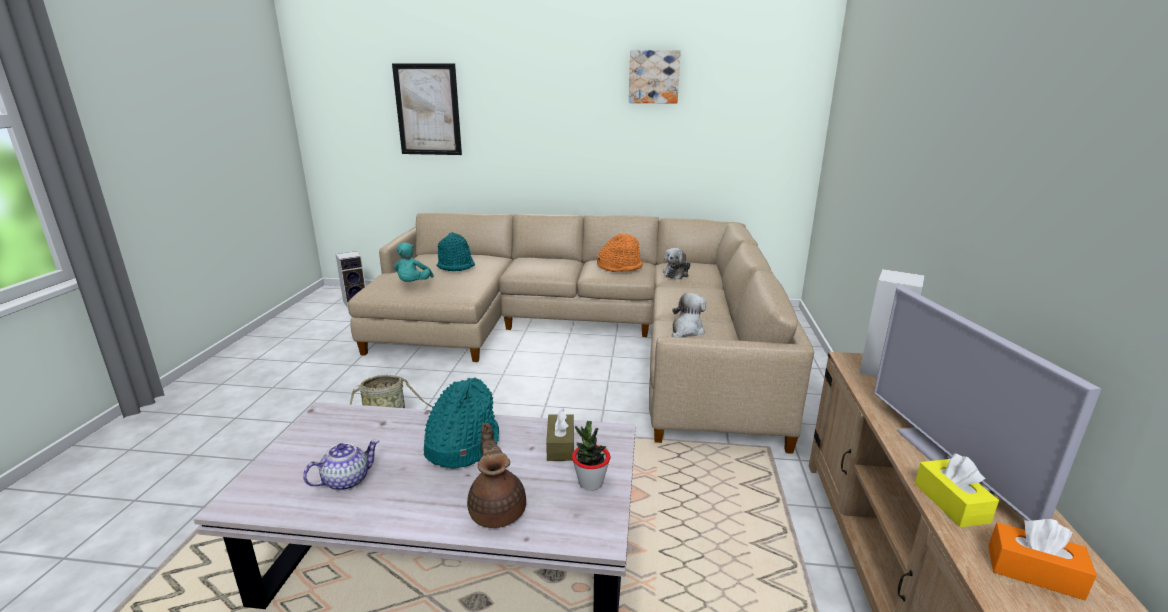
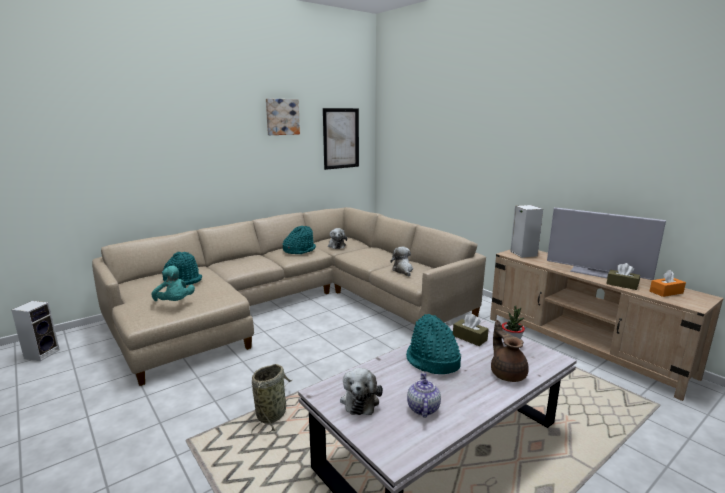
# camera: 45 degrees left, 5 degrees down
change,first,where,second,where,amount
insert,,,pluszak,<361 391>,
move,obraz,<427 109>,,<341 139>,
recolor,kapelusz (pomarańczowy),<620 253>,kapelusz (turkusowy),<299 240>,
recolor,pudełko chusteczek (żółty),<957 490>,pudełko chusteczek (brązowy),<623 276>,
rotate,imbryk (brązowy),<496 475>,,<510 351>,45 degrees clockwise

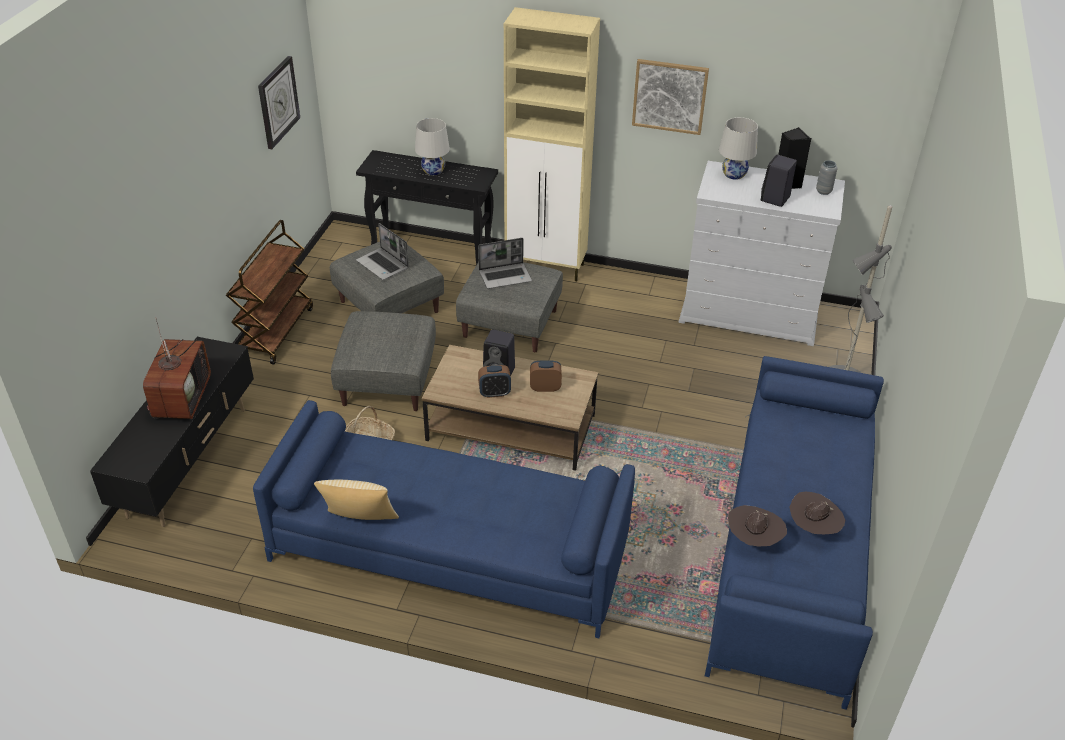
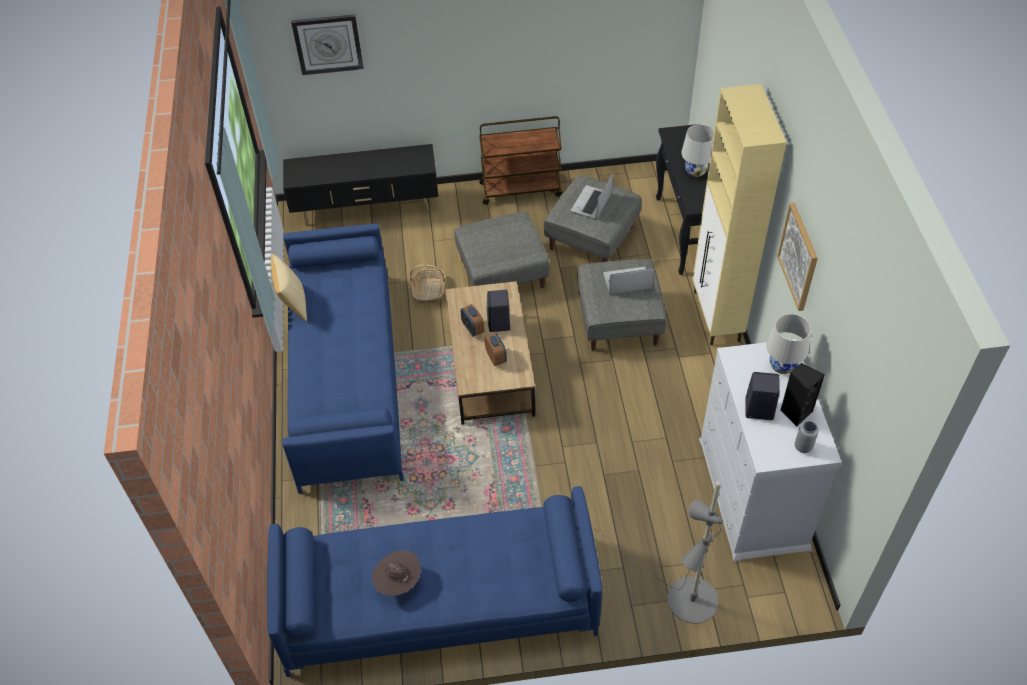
# camera: 70 degrees right, 10 degrees up
change,first,where,second,where,amount
delete,telewizor,<177 368>,,,
delete,kapelusz (brązowy),<757 526>,,,
move,zegar ścienny,<279 102>,,<327 44>,
rotate,laptop,<505 263>,,<628 281>,120 degrees clockwise

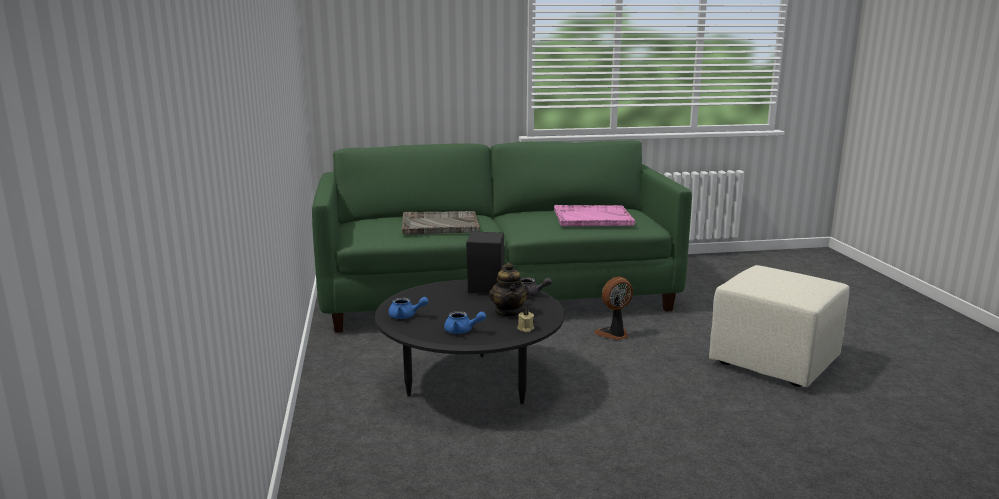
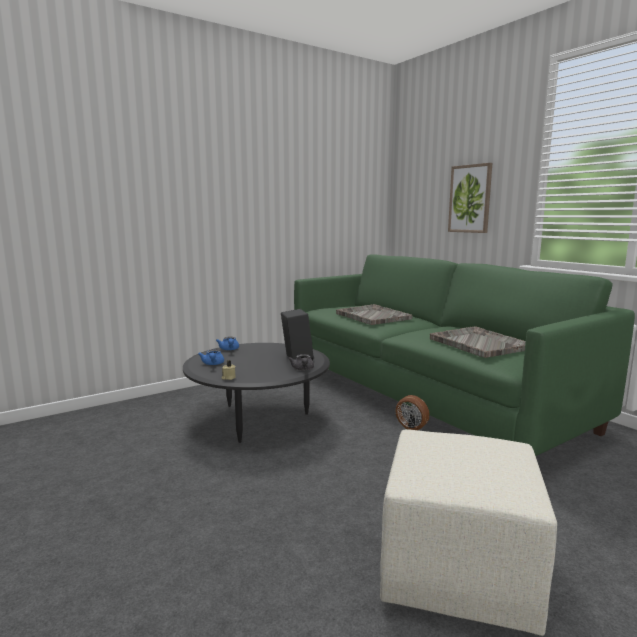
# camera: 65 degrees right, 5 degrees down
change,first,where,second,where,amount
delete,imbryk,<509 289>,,,
insert,,,obraz,<470 198>,
recolor,taca (różowy),<594 215>,taca (szary),<478 342>,

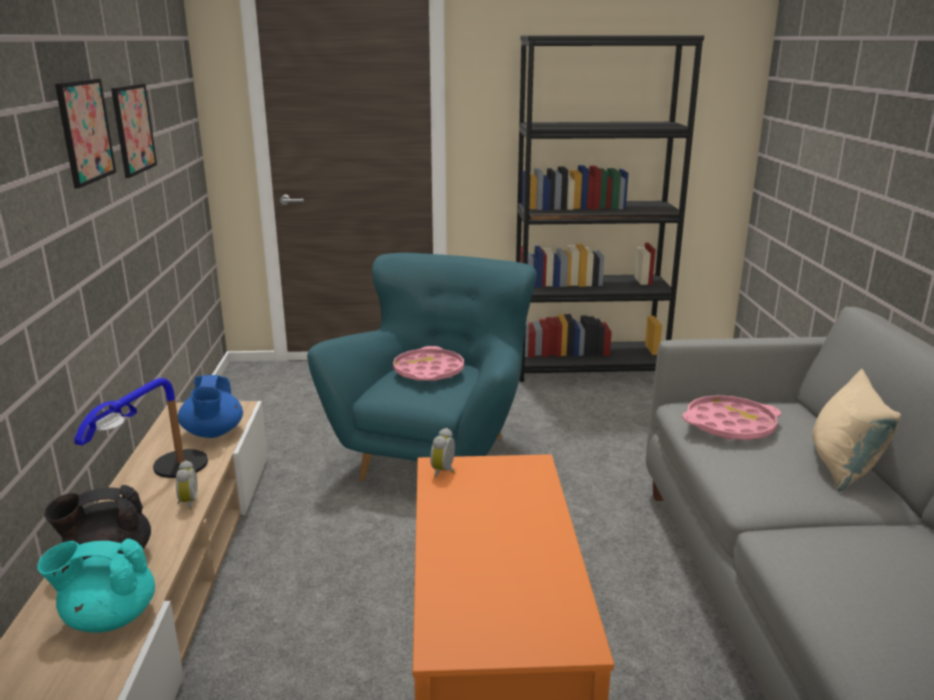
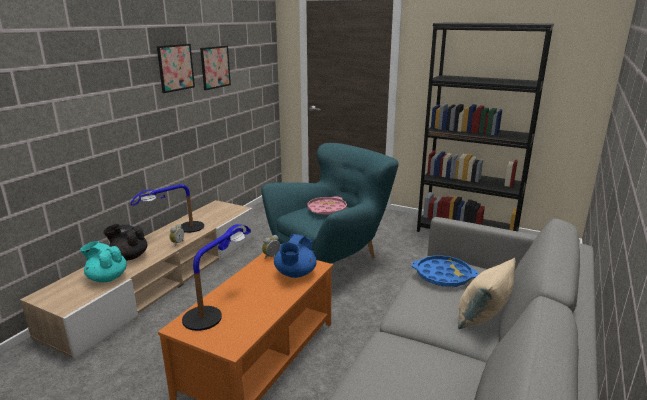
# camera: 30 degrees right, 0 degrees up
change,first,where,second,where,amount
insert,,,lampa stołowa,<216 277>,
move,imbryk (niebieski),<210 406>,,<295 256>,
recolor,taca (różowy),<731 417>,taca (niebieski),<445 271>,

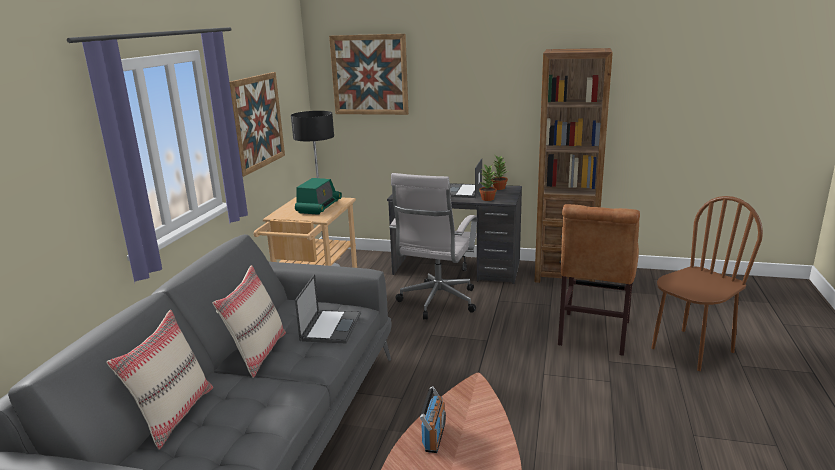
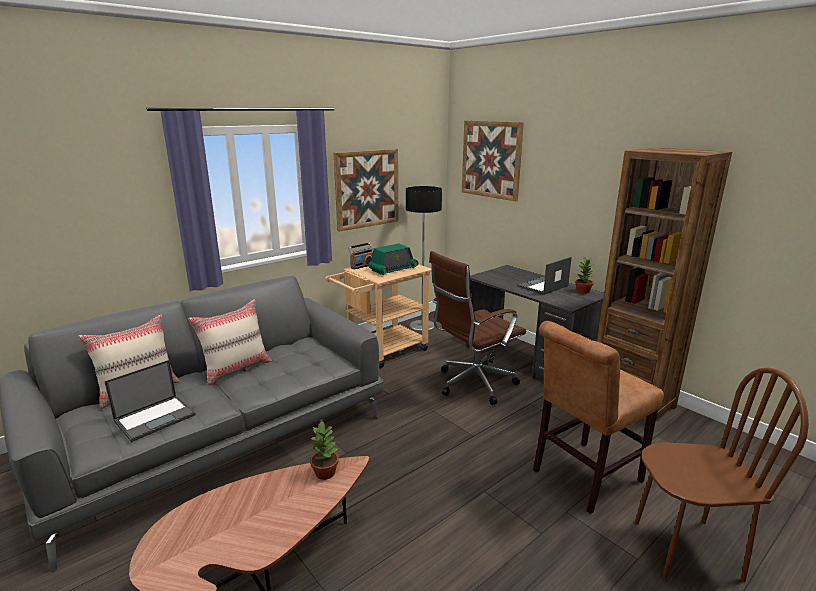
# camera: 35 degrees right, 0 degrees up
change,first,where,second,where,amount
move,laptop,<328 308>,,<150 401>,
move,radio,<433 419>,,<360 256>,
move,roślina doniczkowa,<488 182>,,<324 450>,
recolor,krzesło biurowe (biały),<433 246>,krzesło biurowe (brązowy),<477 328>,

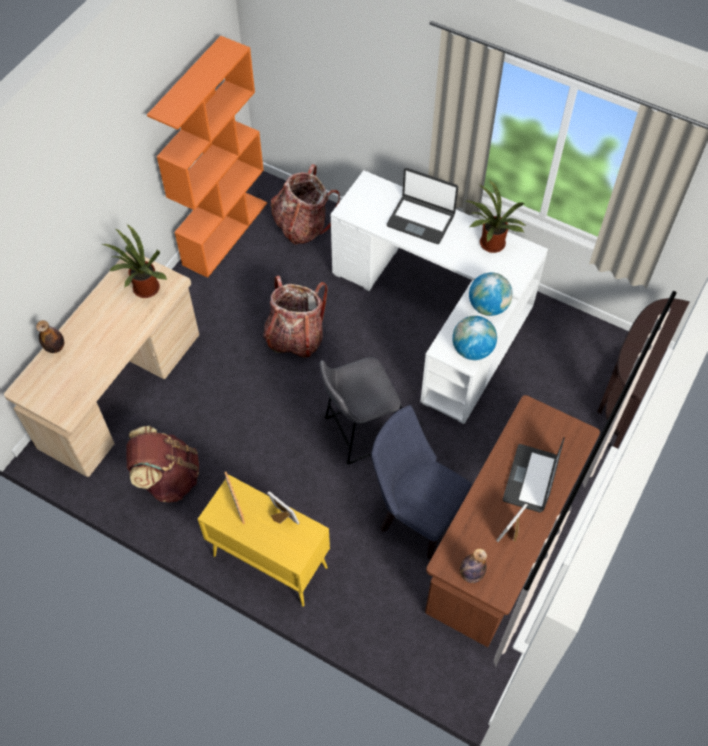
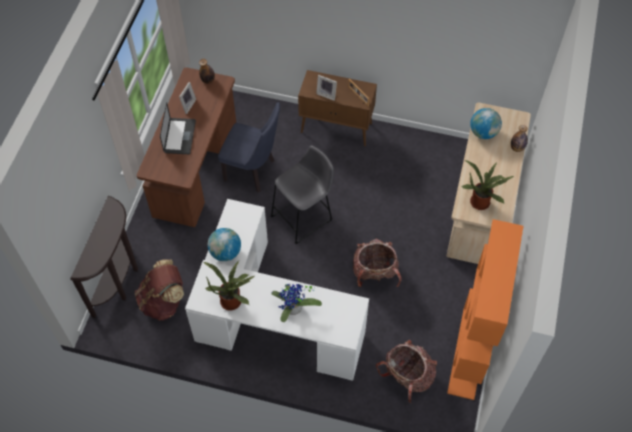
# camera: 165 degrees right, 0 degrees up
change,first,where,second,where,amount
move,plecak (brązowy),<163 464>,,<159 290>,
move,globus,<474 338>,,<486 123>,
replace,laptop,<422 206>,roślina doniczkowa,<296 303>,
recolor,szafka (żółty),<264 541>,szafka (brązowy),<337 108>,

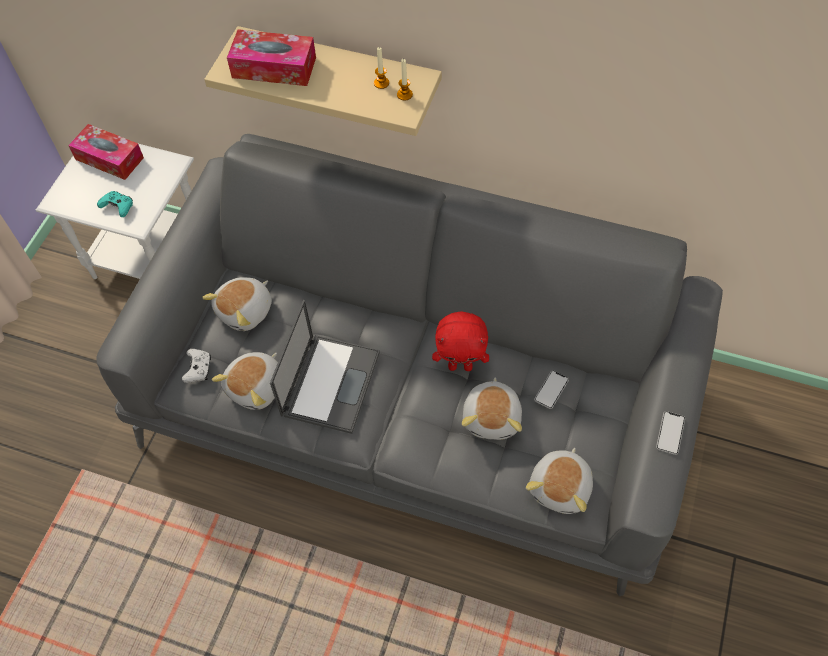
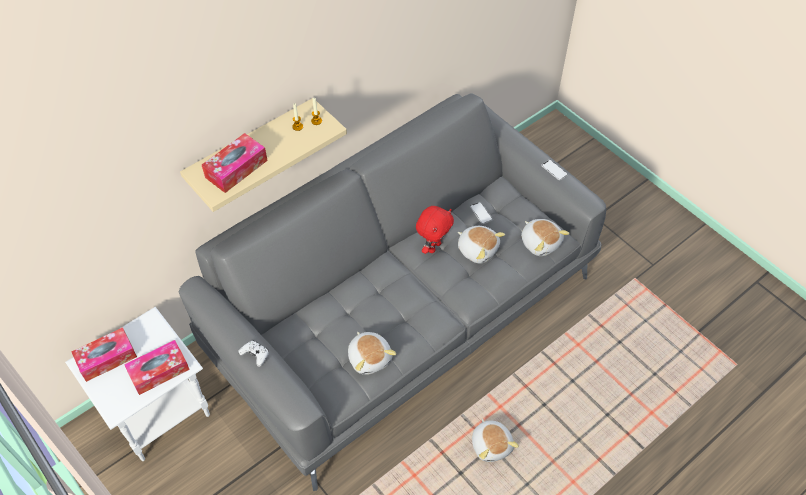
# camera: 60 degrees left, 5 degrees down
change,first,where,second,where,amount
delete,laptop,<325 367>,,,
move,pad do gier (biały),<196 366>,,<253 354>,
move,pluszak,<237 304>,,<495 440>,
replace,pad do gier (turkusowy),<115 204>,pudełko chusteczek,<157 367>,

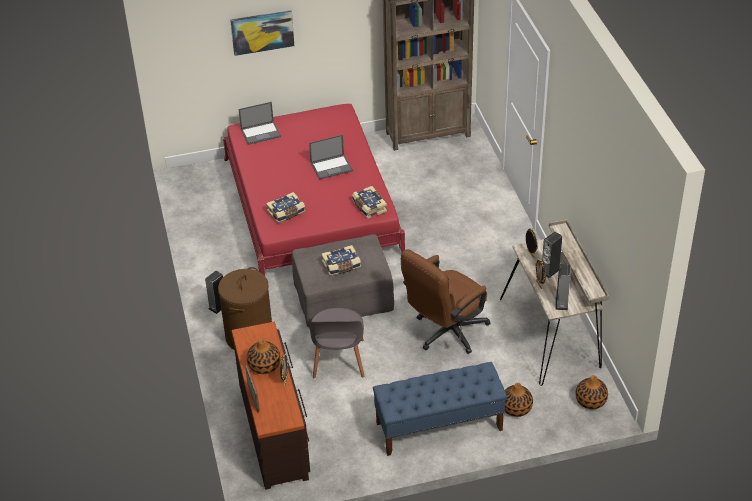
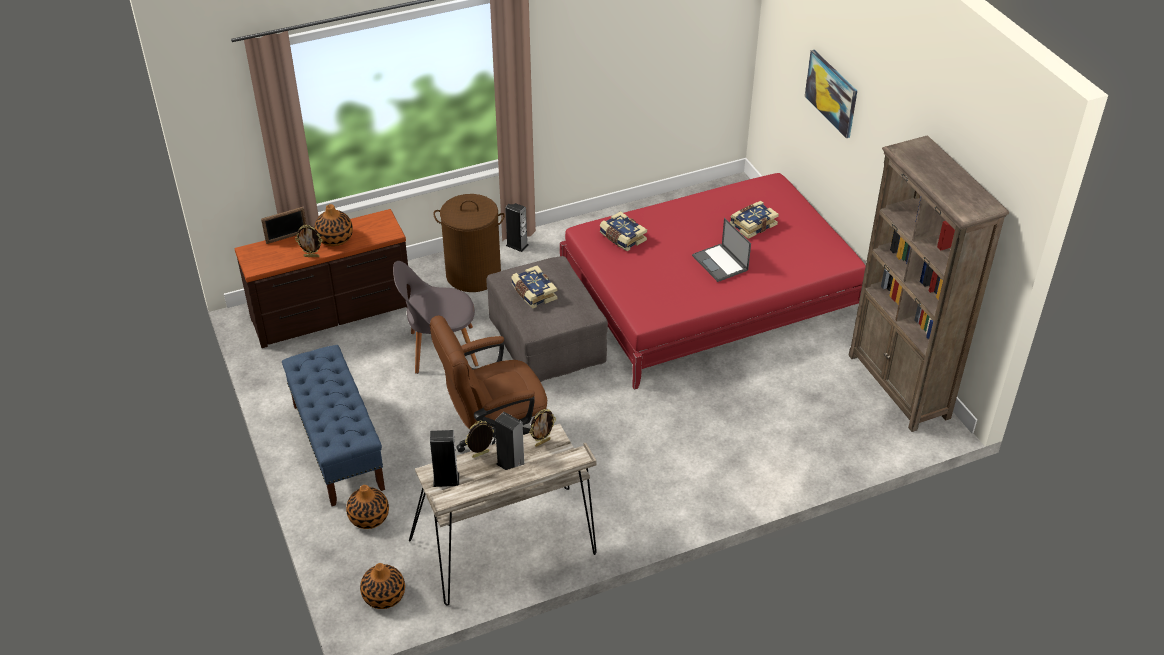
# camera: 80 degrees right, 0 degrees up
change,first,where,second,where,amount
delete,laptop,<260 123>,,,
move,książka,<369 202>,,<754 220>,
rotate,krzesło biurowe (brązowy),<446 301>,,<488 384>,60 degrees counterclockwise

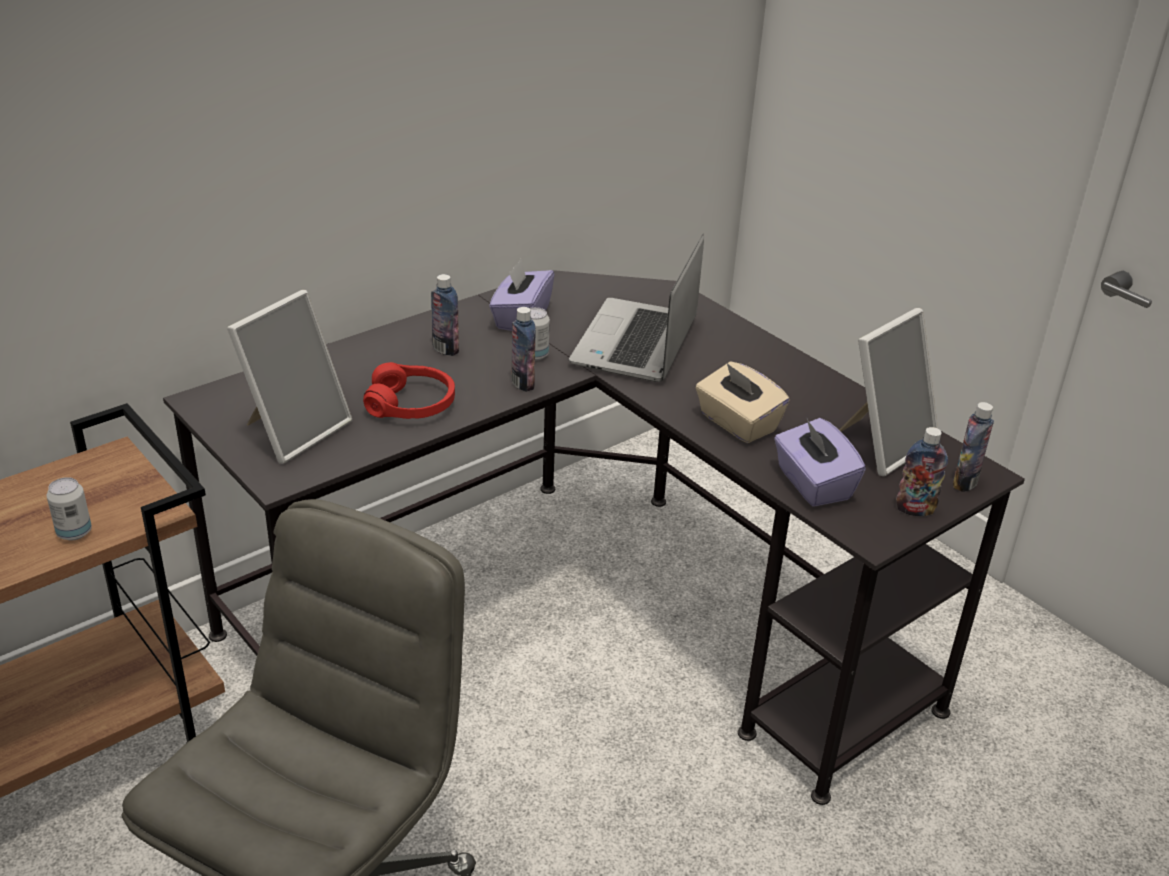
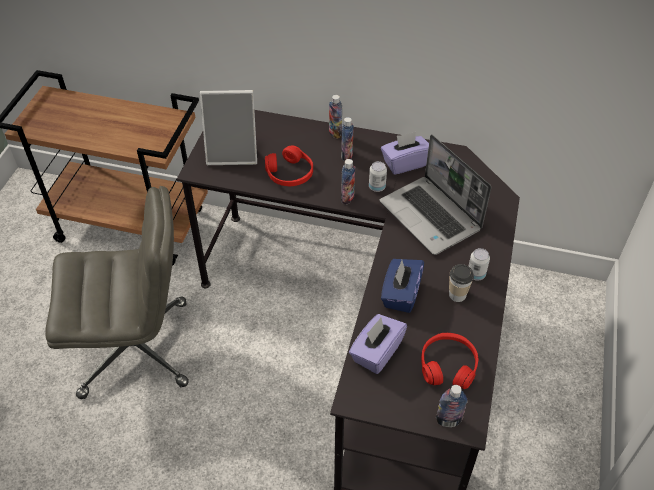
# camera: 55 degrees right, 15 degrees up
change,first,where,second,where,amount
insert,,,filiżanka,<461 283>,
move,puszka,<69 509>,,<479 264>,
move,butelka,<922 471>,,<335 117>,
replace,ramka na zdjęcie,<888 392>,słuchawki (czerwony),<449 361>,
recolor,pudełko chusteczek (beżowy),<742 402>,pudełko chusteczek (niebieski),<402 286>,
rotate,laptop,<636 308>,,<435 194>,105 degrees counterclockwise

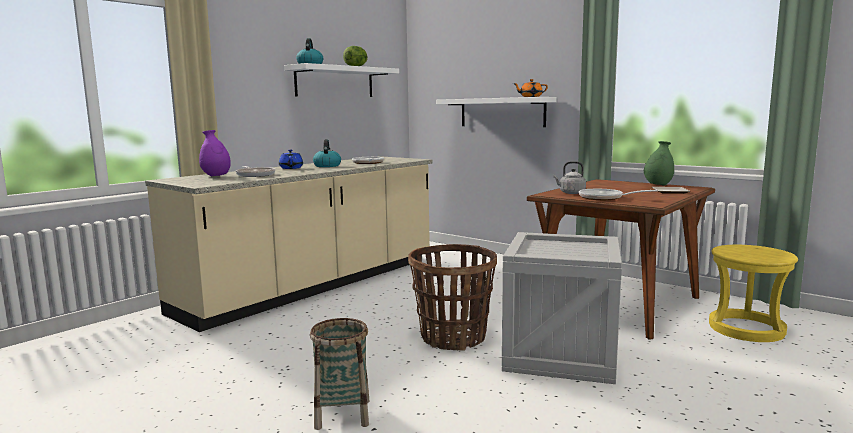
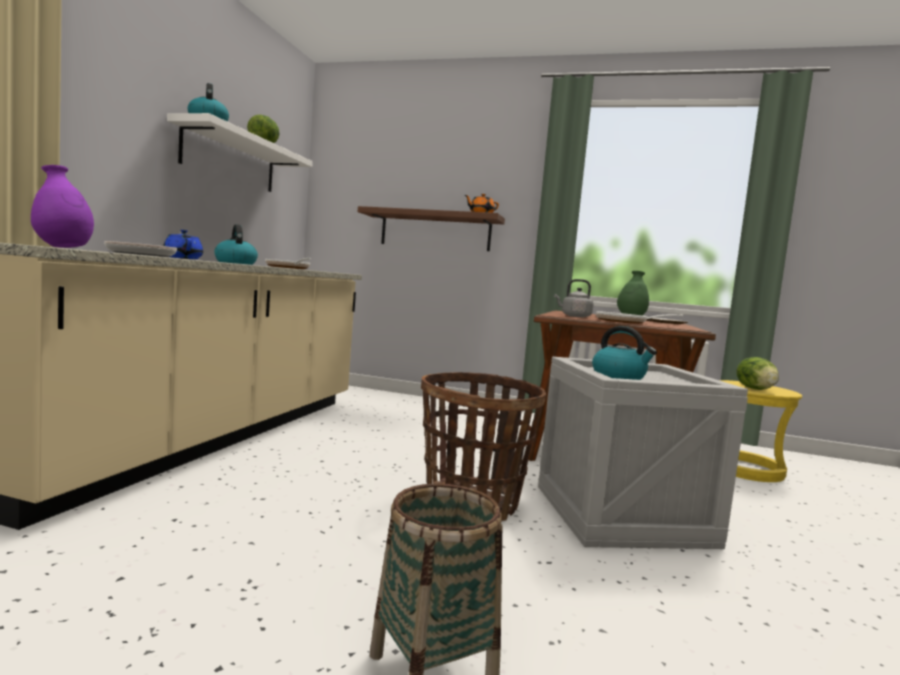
# camera: 25 degrees left, 5 degrees down
change,first,where,second,where,amount
insert,,,czajnik,<624 353>,
insert,,,sałata,<757 373>,
recolor,półka (biały),<496 112>,półka (brązowy),<431 228>,

